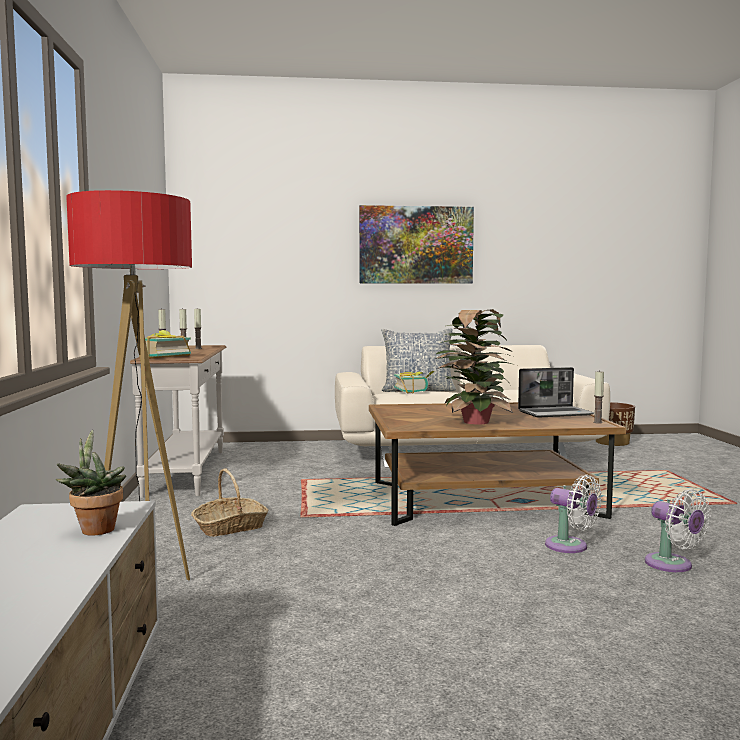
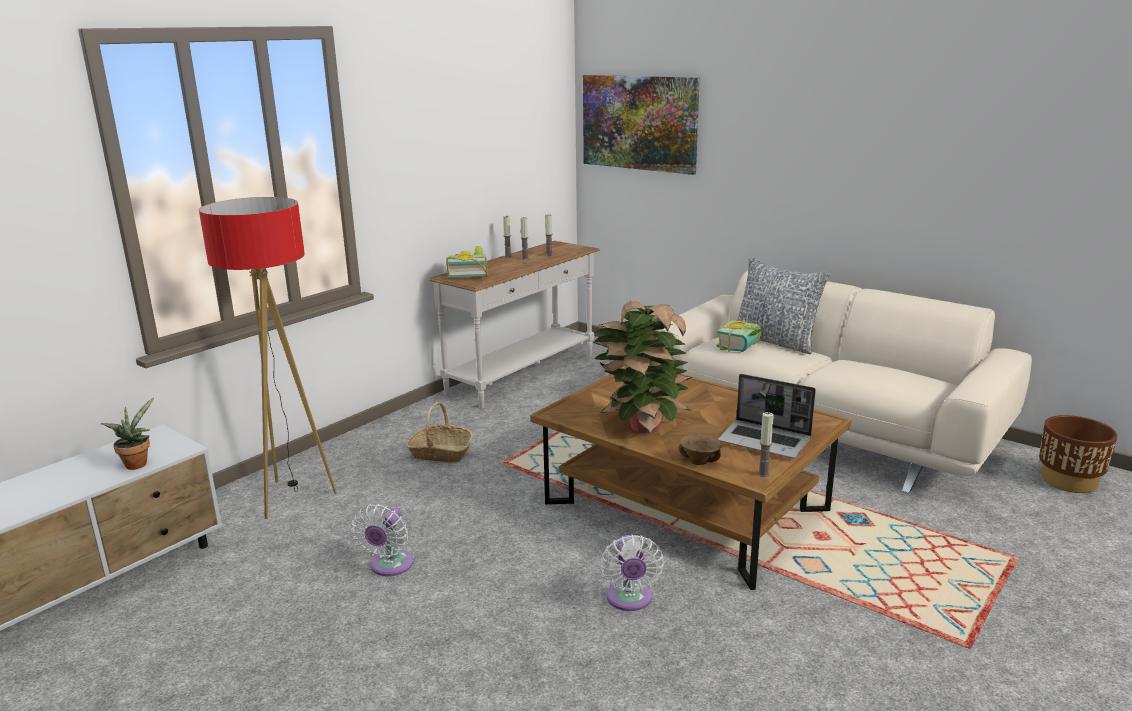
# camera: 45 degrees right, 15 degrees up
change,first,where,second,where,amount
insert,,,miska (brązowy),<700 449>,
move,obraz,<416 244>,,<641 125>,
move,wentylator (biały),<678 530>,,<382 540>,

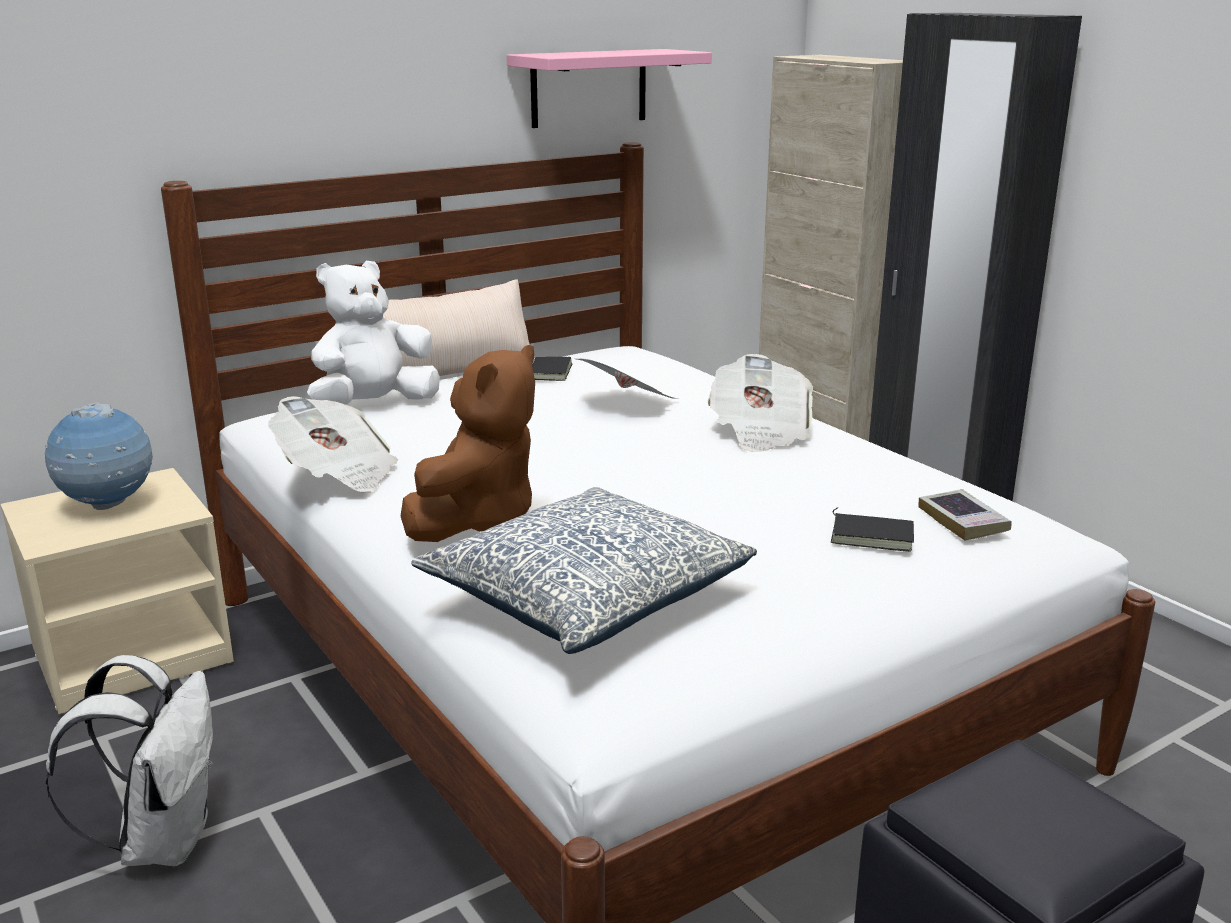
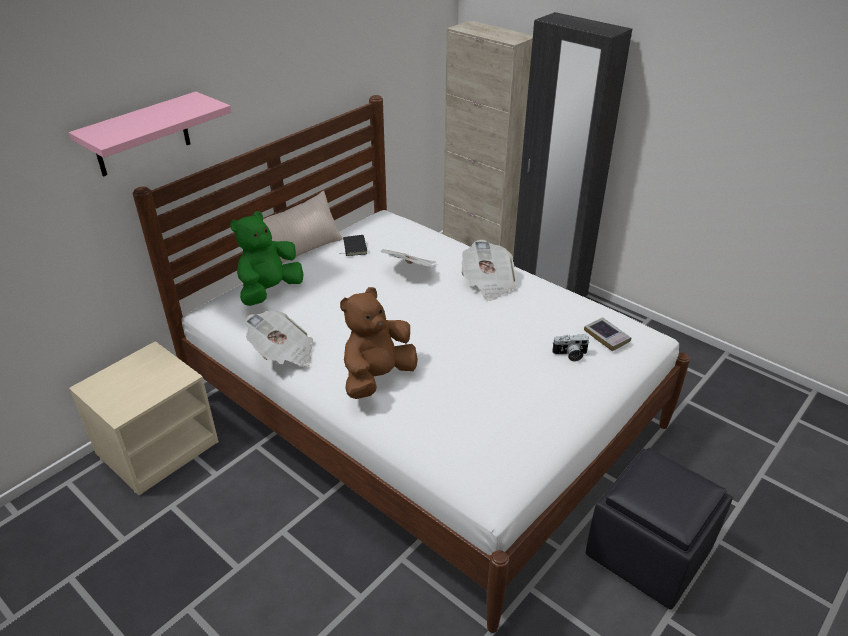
# camera: 15 degrees left, 15 degrees up
change,first,where,second,where,amount
delete,globus,<99 456>,,,
delete,plecak (biały),<129 760>,,,
delete,poduszka,<584 570>,,,
move,półka (różowy),<609 88>,,<150 134>,
replace,książka (czarny),<872 529>,aparat fotograficzny,<571 348>,
recolor,pluszak (biały),<373 333>,pluszak (zielony),<267 258>,
rotate,pluszak (brązowy),<468 443>,,<379 343>,150 degrees counterclockwise

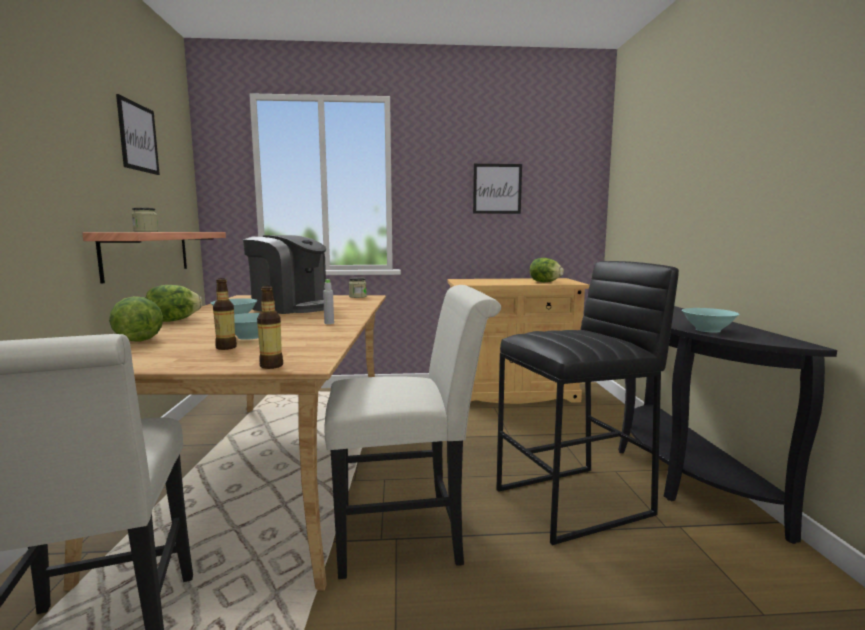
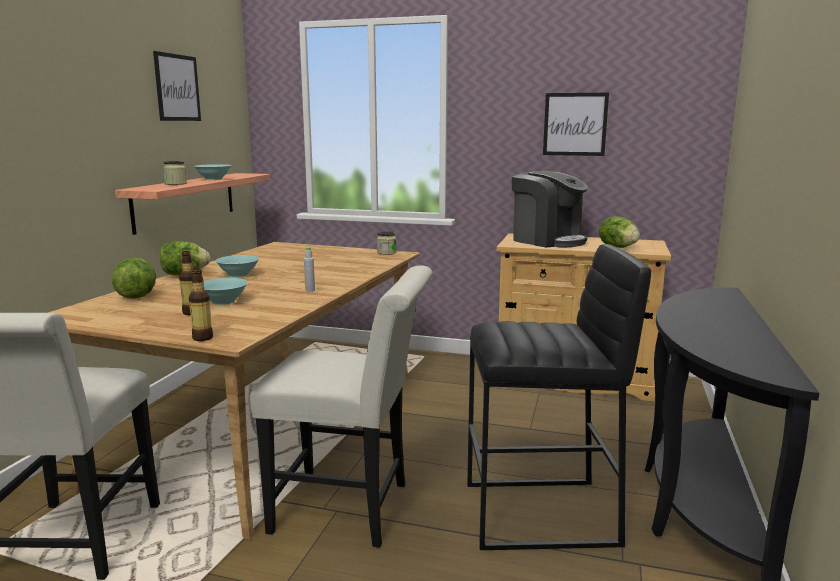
# camera: 20 degrees right, 5 degrees up
change,first,where,second,where,amount
move,ekspres do kawy,<284 274>,,<550 209>,
move,miska (turkusowy),<710 320>,,<213 172>,

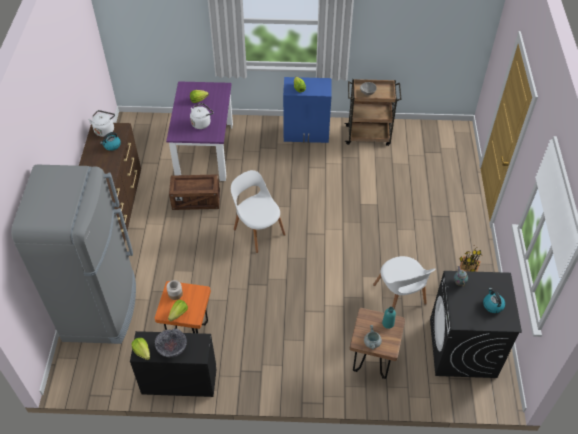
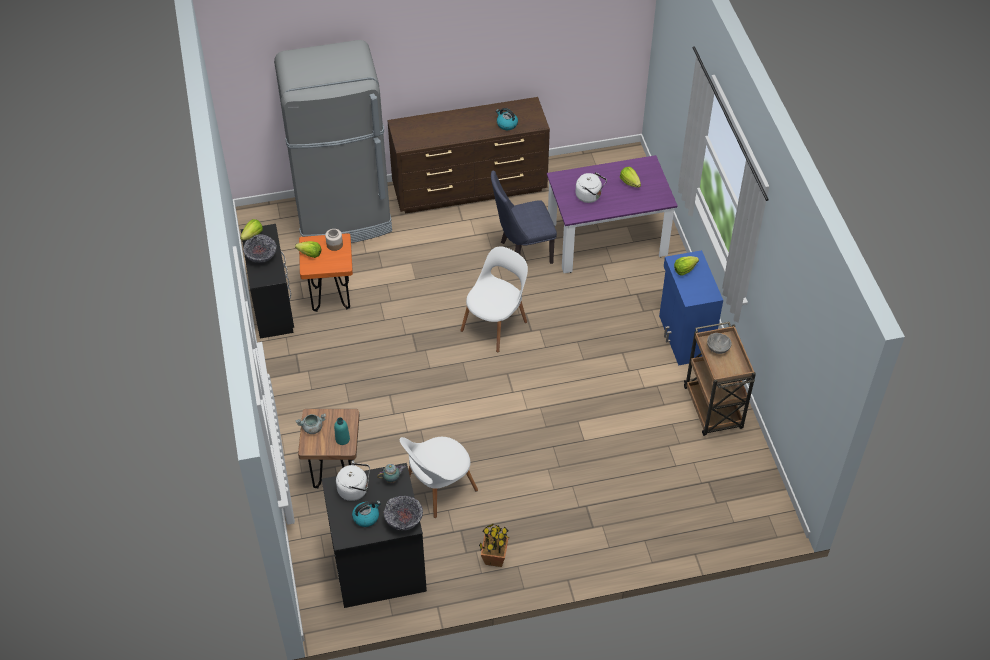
# camera: 75 degrees right, 0 degrees up
change,first,where,second,where,amount
insert,,,miska,<403 513>,
move,czajnik (biały),<101 123>,,<353 481>,
replace,skrzynka,<194 192>,krzesło (niebieski),<524 217>,

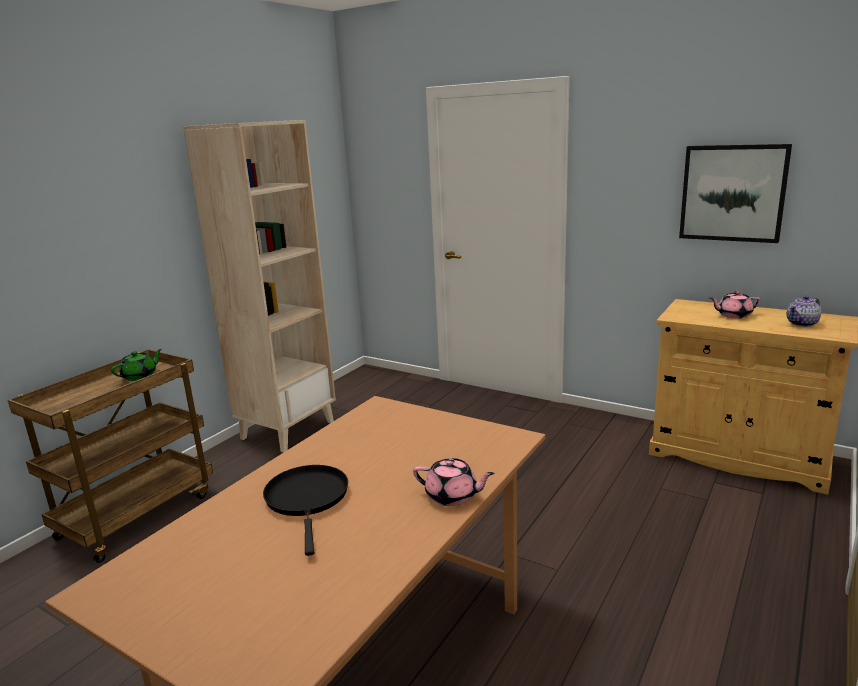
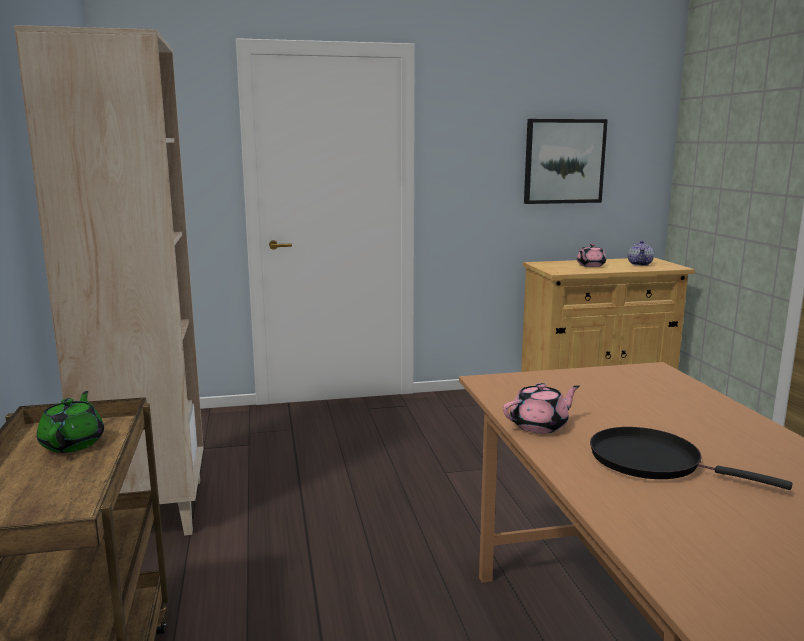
# camera: 45 degrees left, 5 degrees down
change,first,where,second,where,amount
move,imbryk (różowy),<454 482>,,<541 408>,

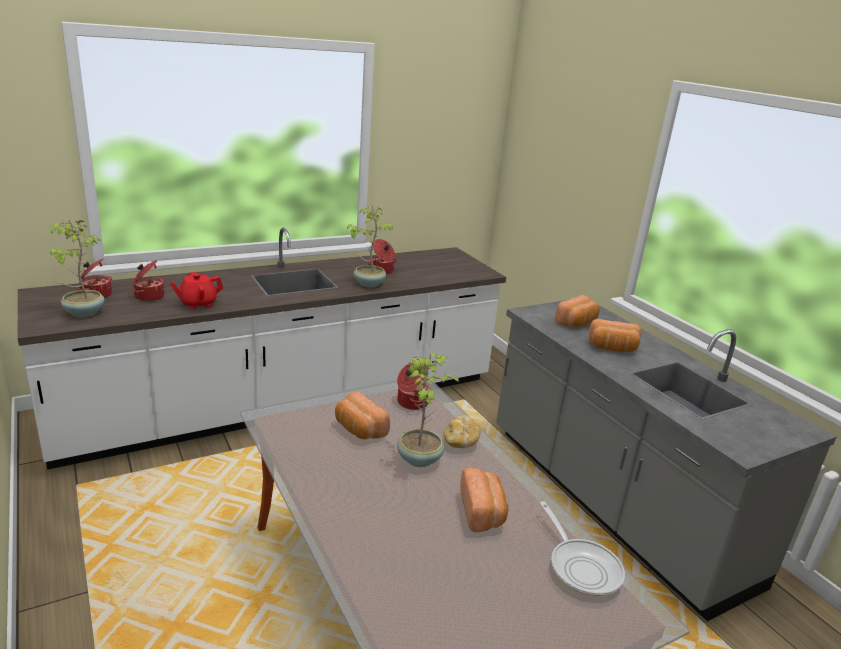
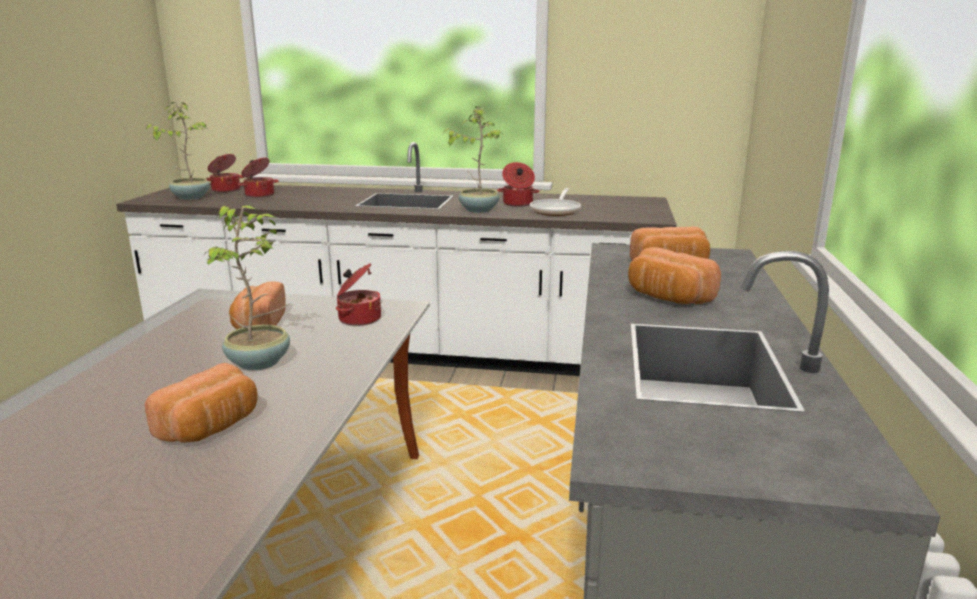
# camera: 40 degrees right, 5 degrees down
change,first,where,second,where,amount
delete,imbryk (czerwony),<196 290>,,,
delete,chleb,<462 431>,,,
move,patelnia,<582 549>,,<555 202>,

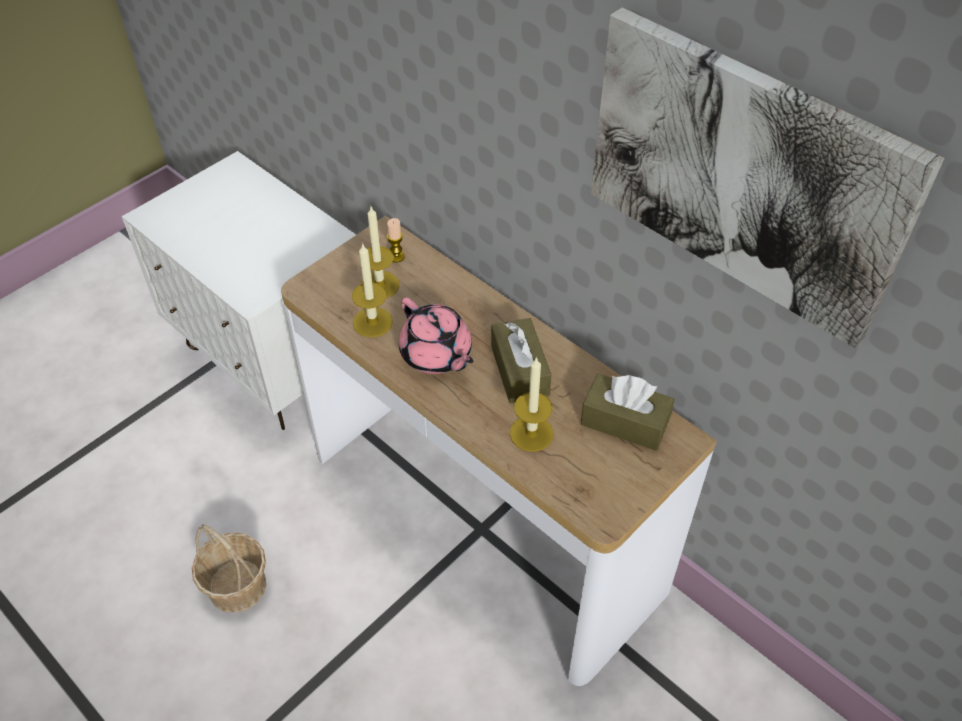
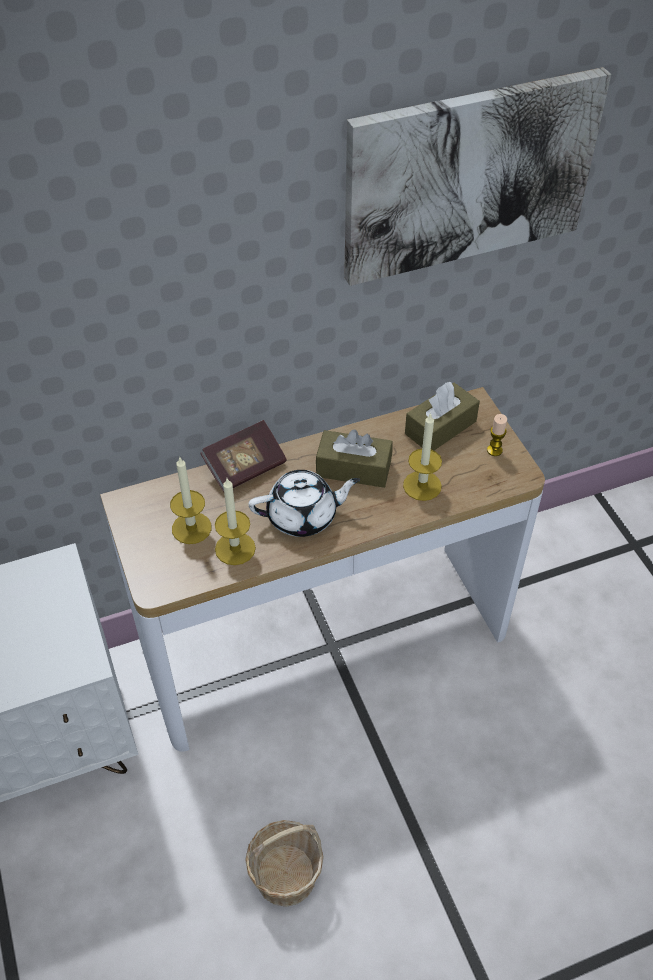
# camera: 65 degrees left, 0 degrees up
change,first,where,second,where,amount
insert,,,książka,<243 456>,
move,świeca,<395 240>,,<497 435>,
recolor,imbryk (różowy),<436 335>,imbryk (biały),<304 503>,

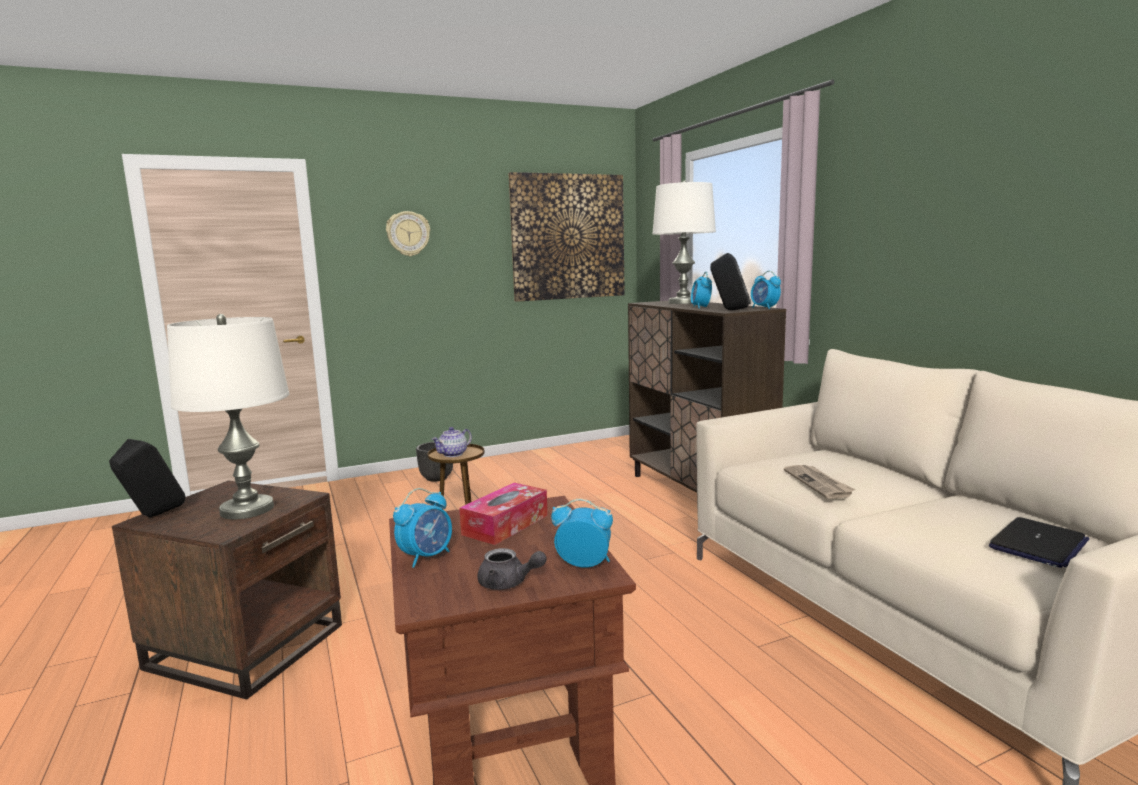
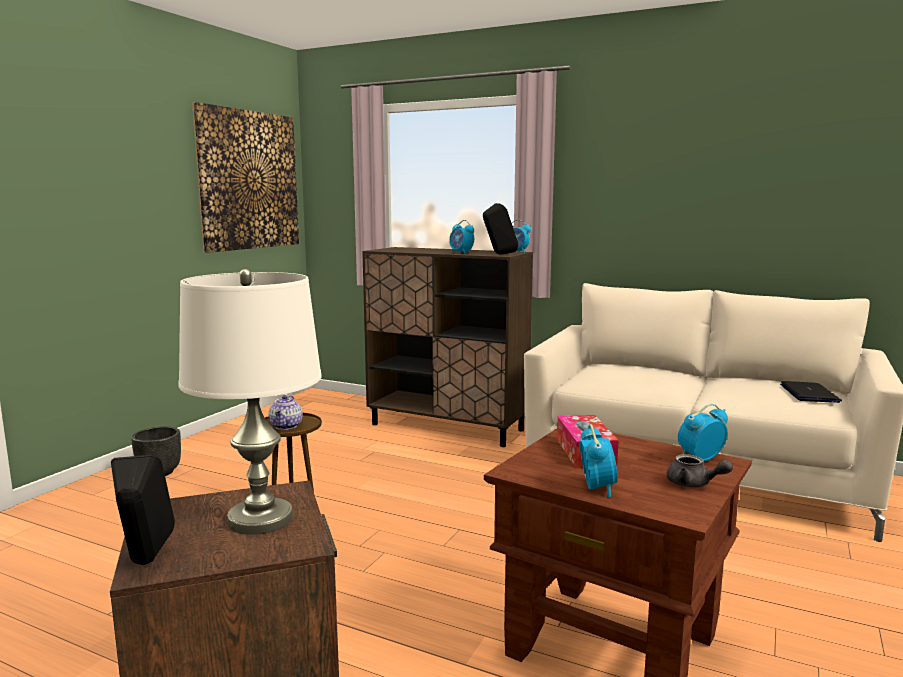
# camera: 40 degrees left, 0 degrees up
change,first,where,second,where,amount
delete,zegar ścienny,<408 233>,,,
delete,lampa stołowa (biały),<684 242>,,,
delete,gazeta,<819 482>,,,
rotate,imbryk (szary),<512 569>,,<700 471>,60 degrees clockwise

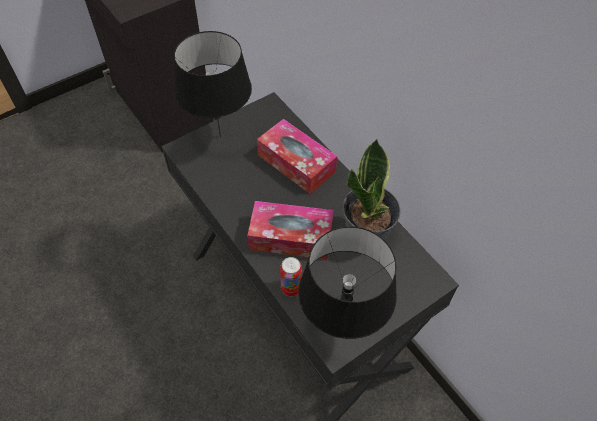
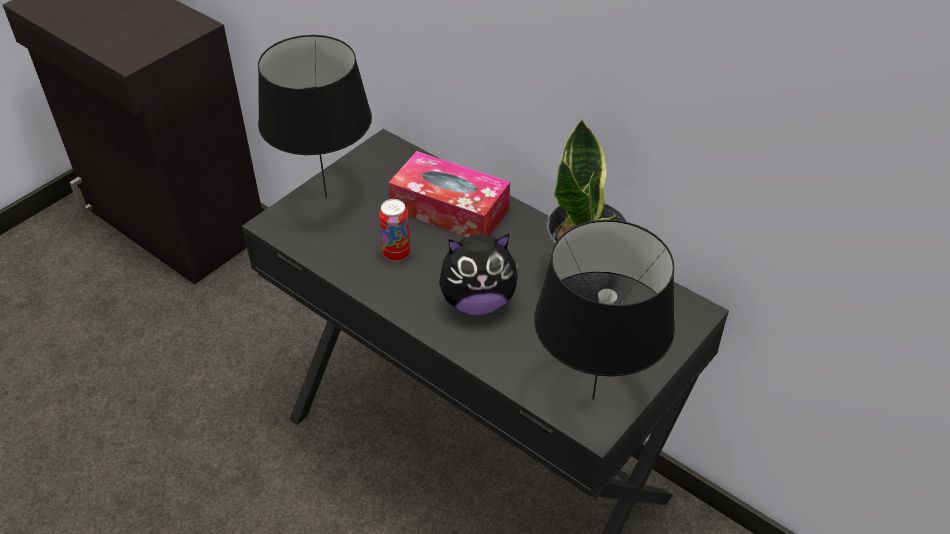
# camera: 15 degrees left, 10 degrees down
change,first,where,second,where,amount
move,puszka,<291 276>,,<394 230>,
replace,pudełko chusteczek,<290 230>,pluszak,<479 274>,

